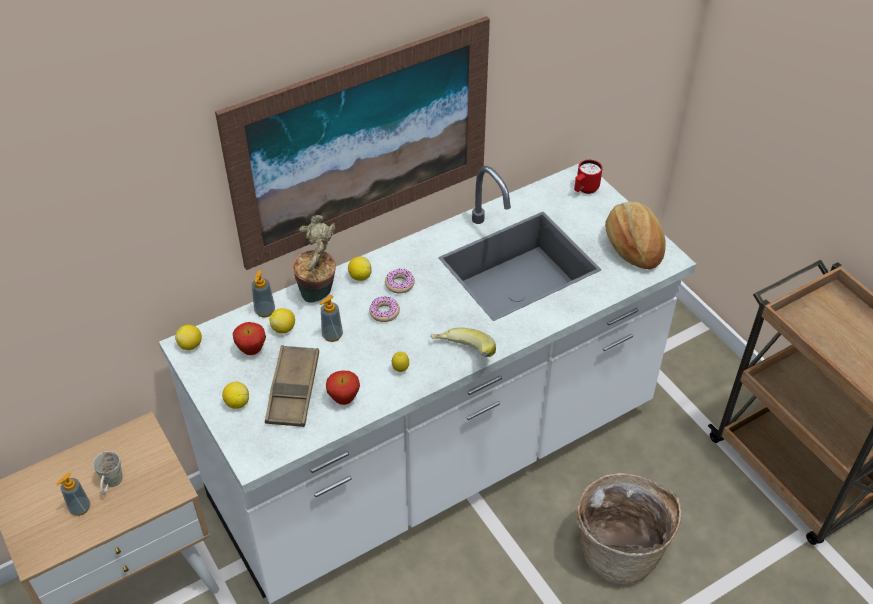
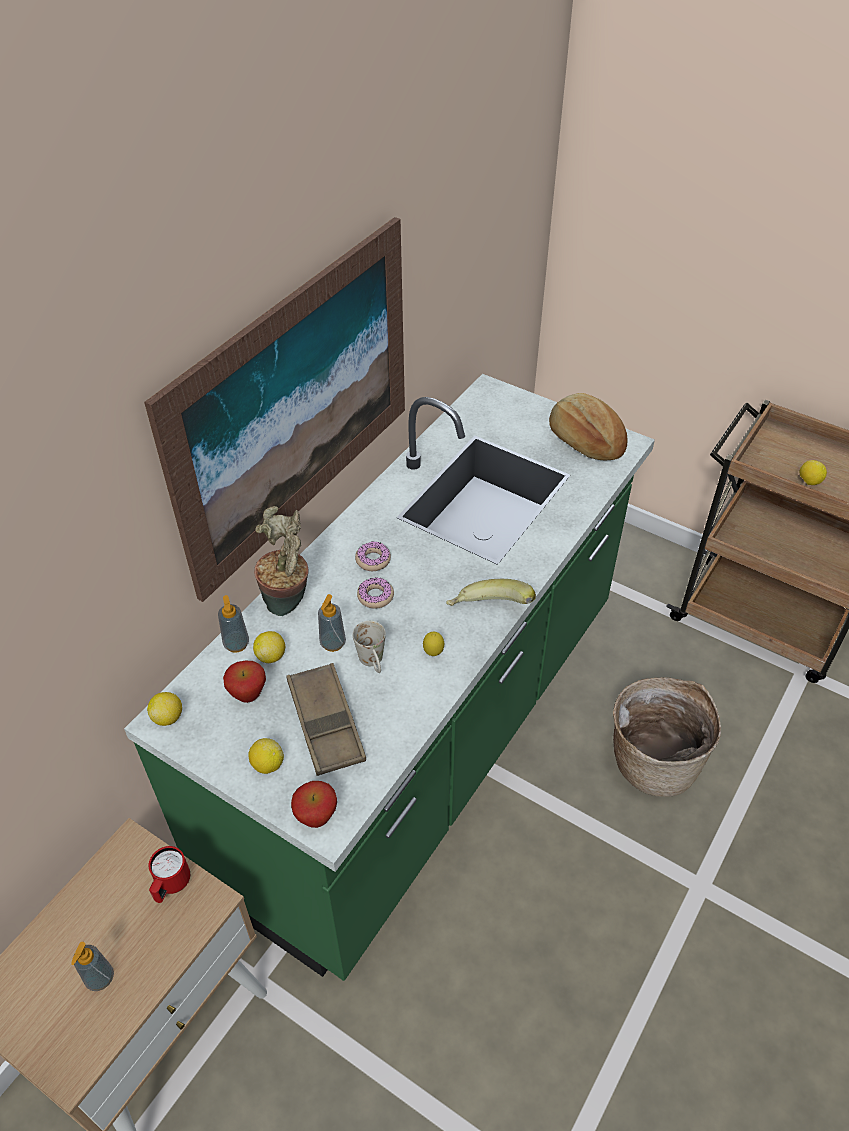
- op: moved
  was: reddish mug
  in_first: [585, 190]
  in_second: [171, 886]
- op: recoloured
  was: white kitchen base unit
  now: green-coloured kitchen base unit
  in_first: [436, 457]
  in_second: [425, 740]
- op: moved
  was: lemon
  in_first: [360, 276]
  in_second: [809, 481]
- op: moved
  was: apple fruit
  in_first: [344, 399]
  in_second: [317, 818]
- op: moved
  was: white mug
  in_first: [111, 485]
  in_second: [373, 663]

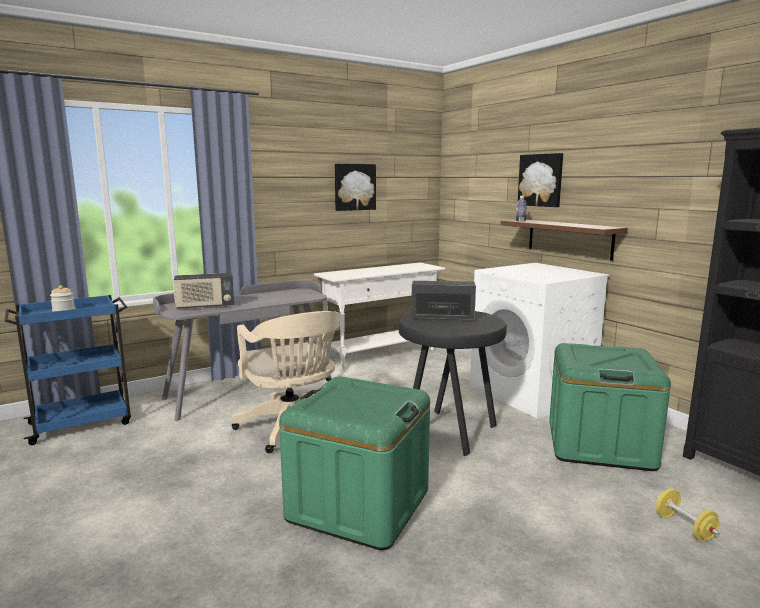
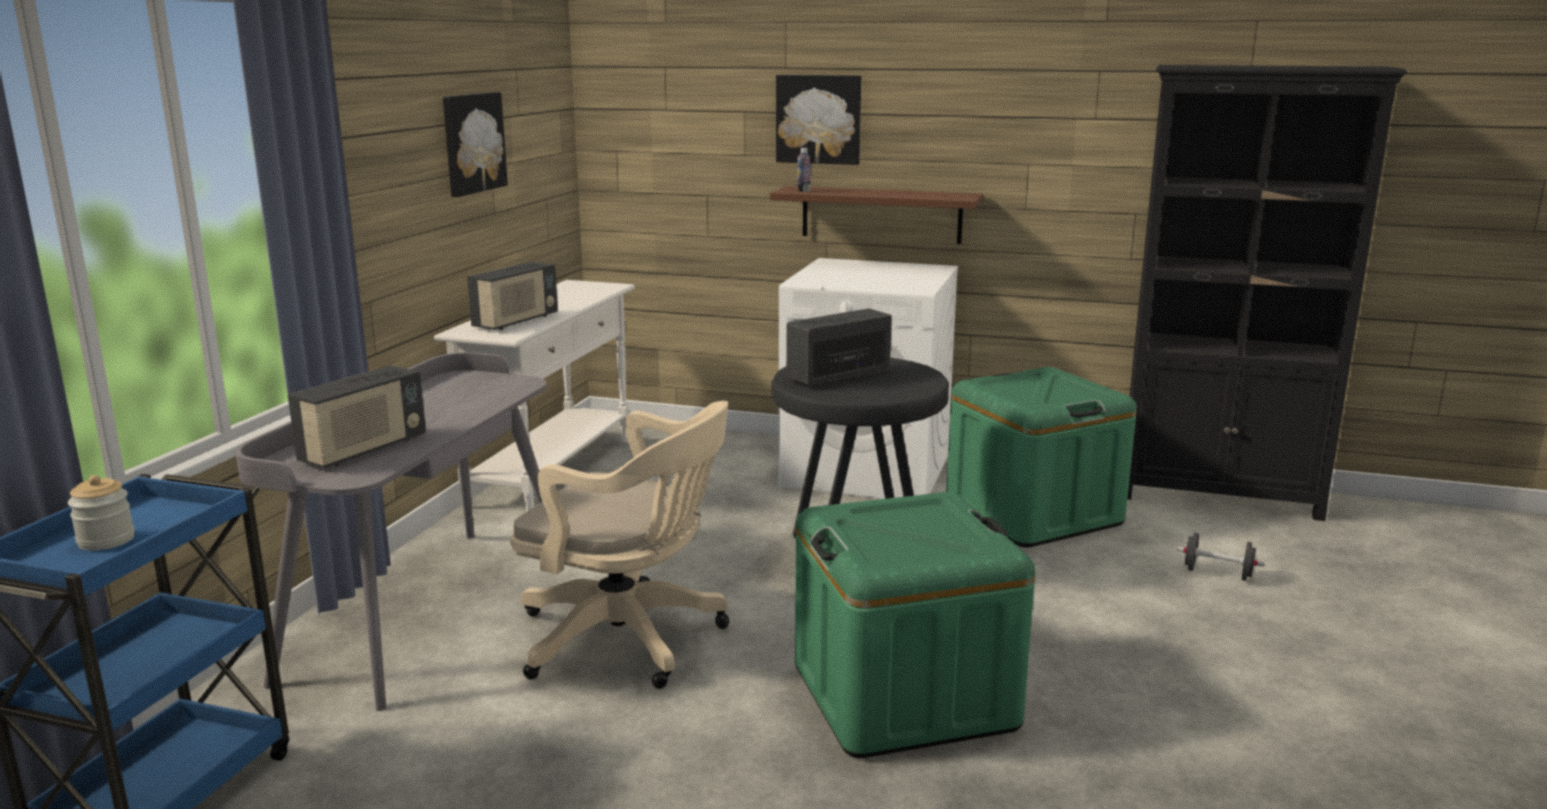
- op: recoloured
  was: yellow-coloured hand weight
  now: black-coloured hand weight
  in_first: [684, 528]
  in_second: [1217, 573]
- op: added
  now: radio
  in_second: [516, 322]

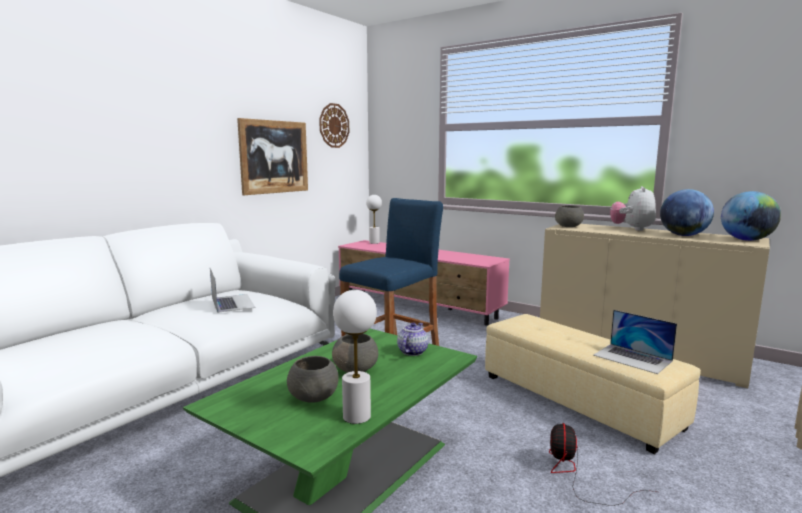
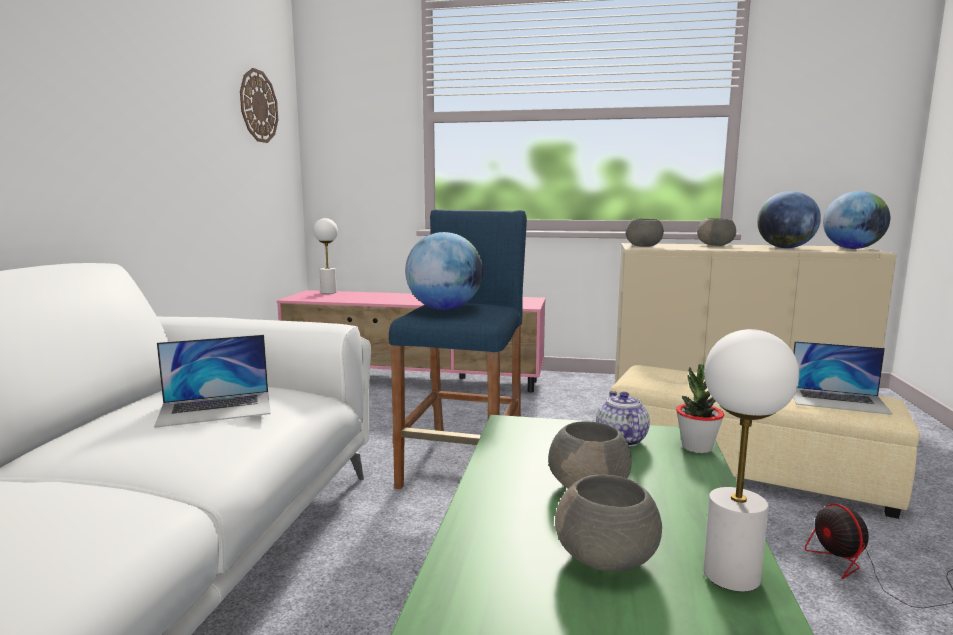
- op: removed
  was: wall art
  in_first: [274, 157]
- op: replaced
  was: plush toy
  now: gray serving bowl
  in_first: [632, 229]
  in_second: [716, 245]
- op: turned
  was: notebook computer
  in_first: [232, 303]
  in_second: [216, 408]
  clockwise: 120
- op: added
  now: world globe
  in_second: [444, 309]
- op: added
  now: potted plant
  in_second: [696, 447]

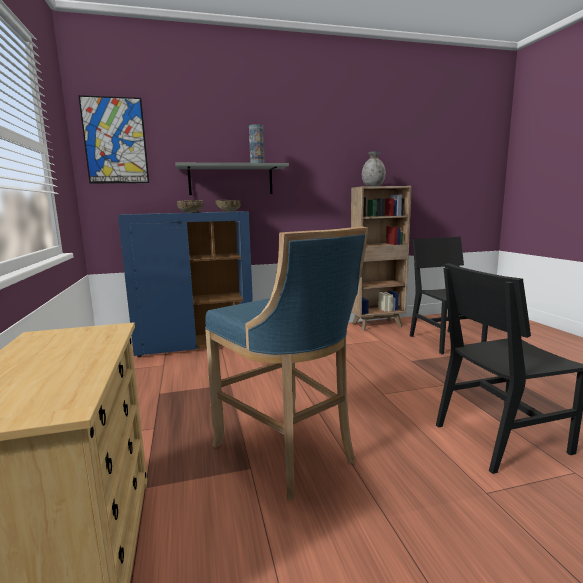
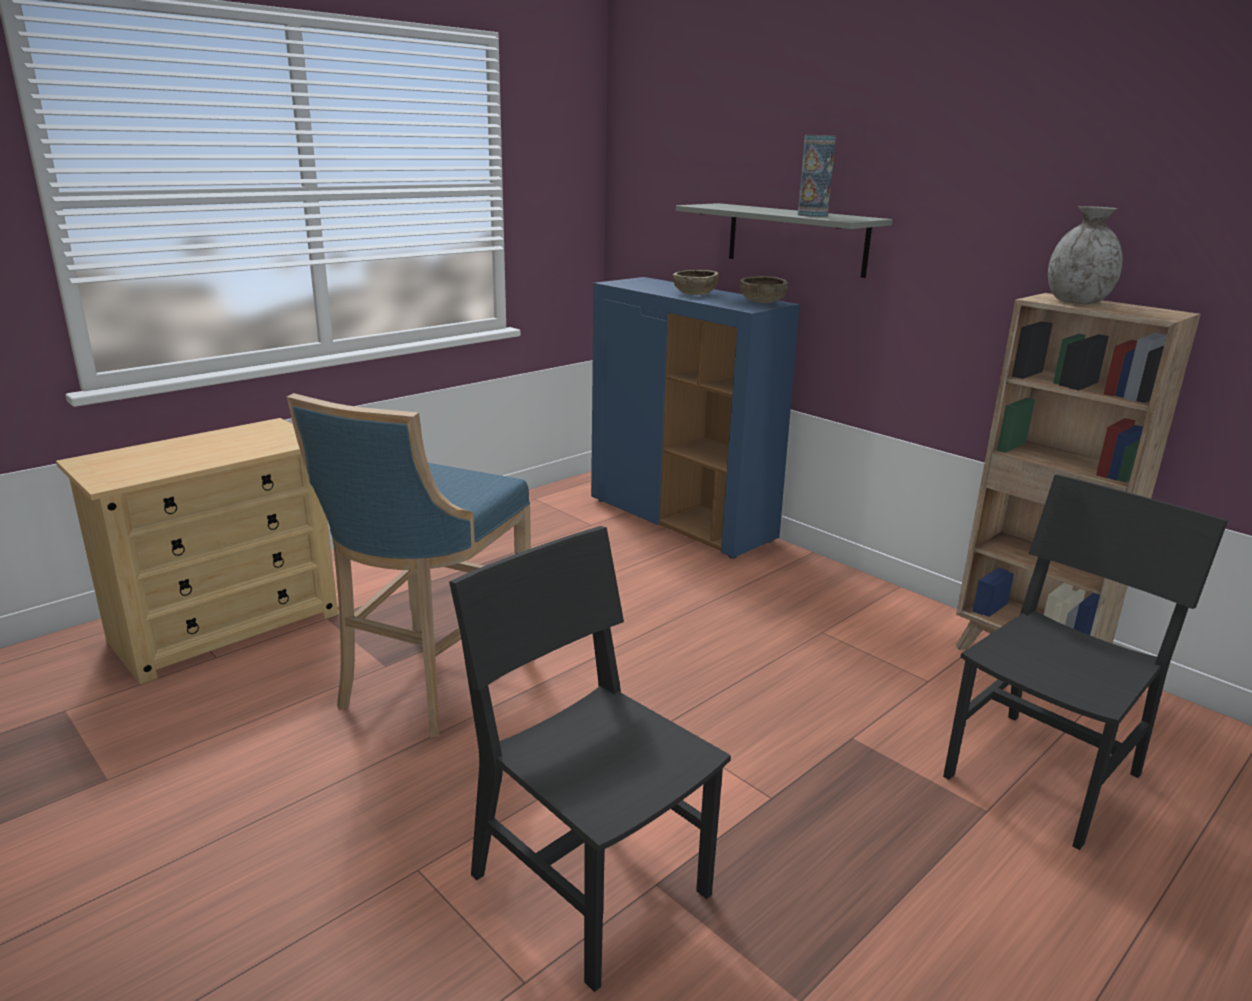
- op: removed
  was: wall art
  in_first: [115, 141]

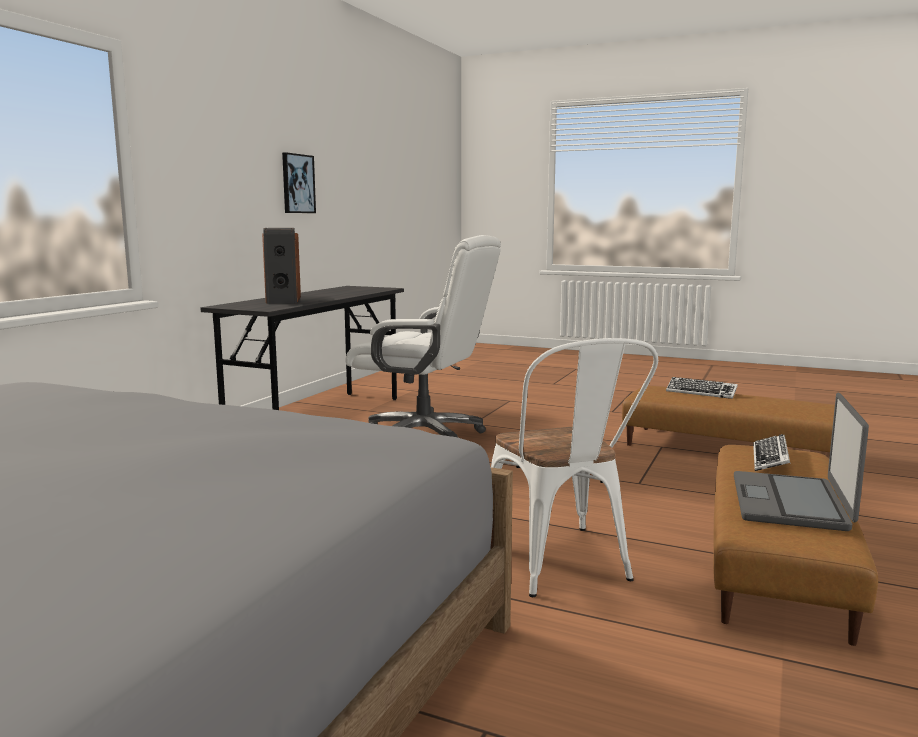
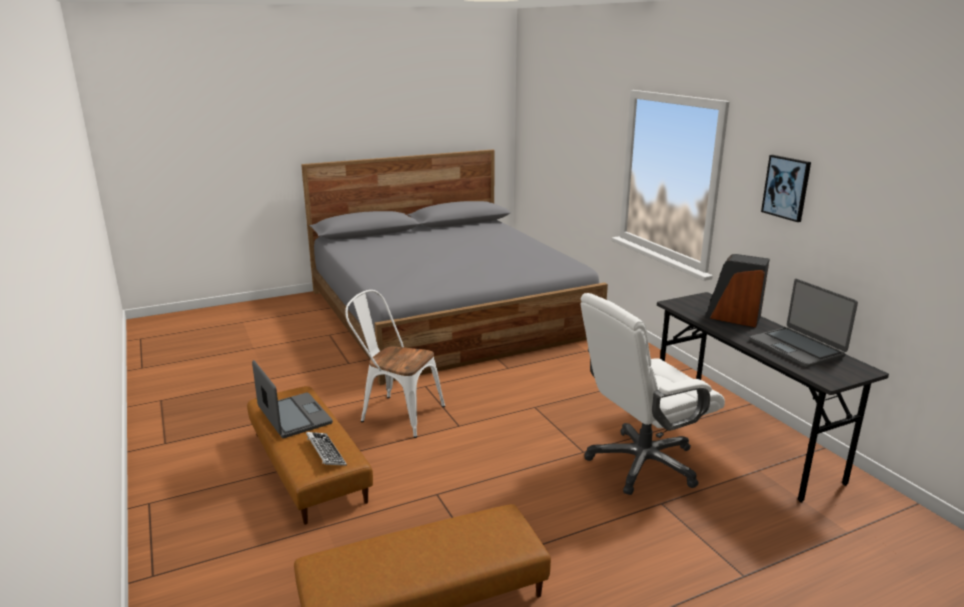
- op: moved
  was: wall art
  in_first: [297, 183]
  in_second: [786, 187]
- op: removed
  was: keyboard
  in_first: [701, 392]
- op: added
  now: notebook computer
  in_second: [797, 348]

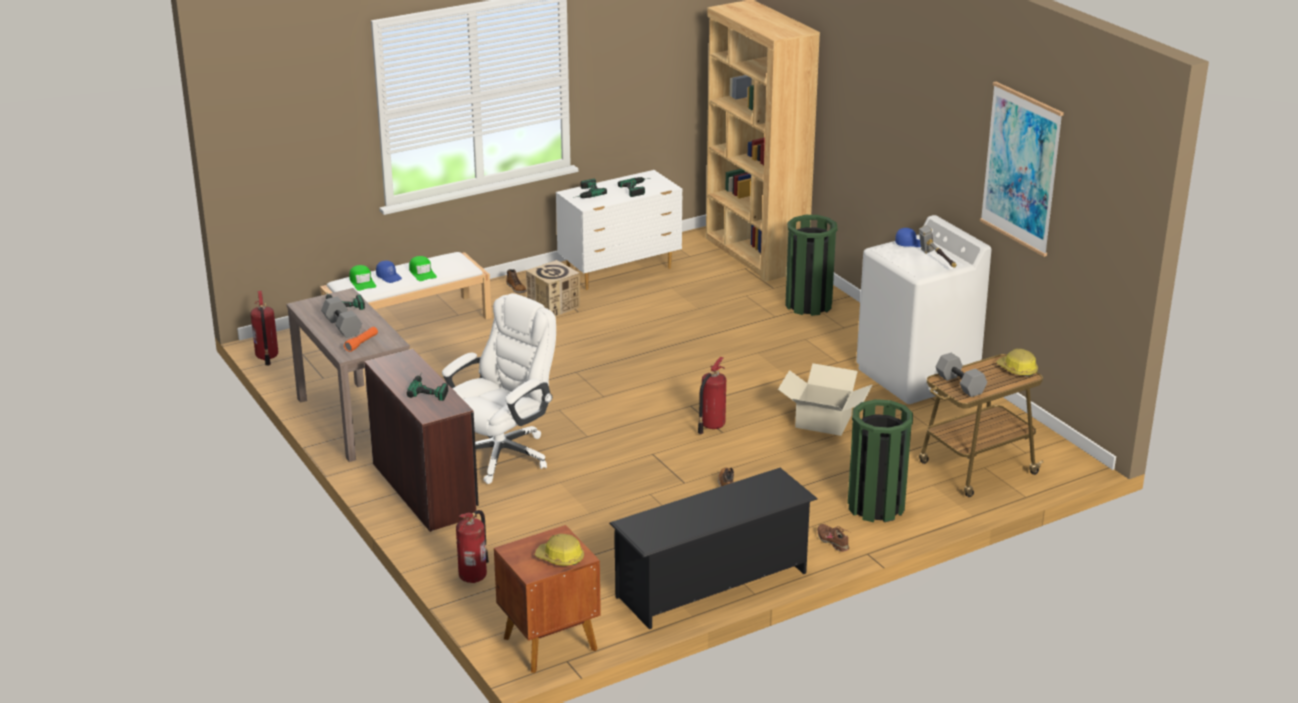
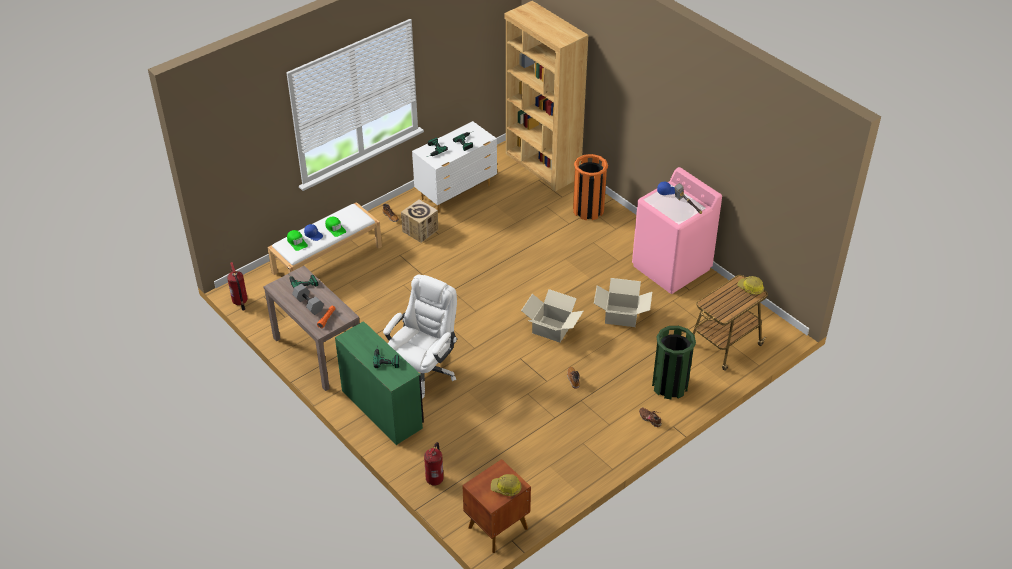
- op: removed
  was: wall art
  in_first: [1021, 168]
- op: recoloured
  was: green-coloured rubbish bin
  now: orange rubbish bin
  in_first: [808, 305]
  in_second: [588, 210]
- op: recoloured
  was: white washing machine
  now: pink-coloured washing machine
  in_first: [917, 376]
  in_second: [671, 267]
- op: recoloured
  was: brown-coloured desk unit
  now: green-coloured desk unit
  in_first: [425, 489]
  in_second: [383, 408]
- op: removed
  was: gray hand weight
  in_first: [959, 384]
- op: replaced
  was: extinguisher
  now: cardboard box
  in_first: [711, 426]
  in_second: [551, 328]
- op: removed
  was: black-coloured shoe rack
  in_first: [712, 585]

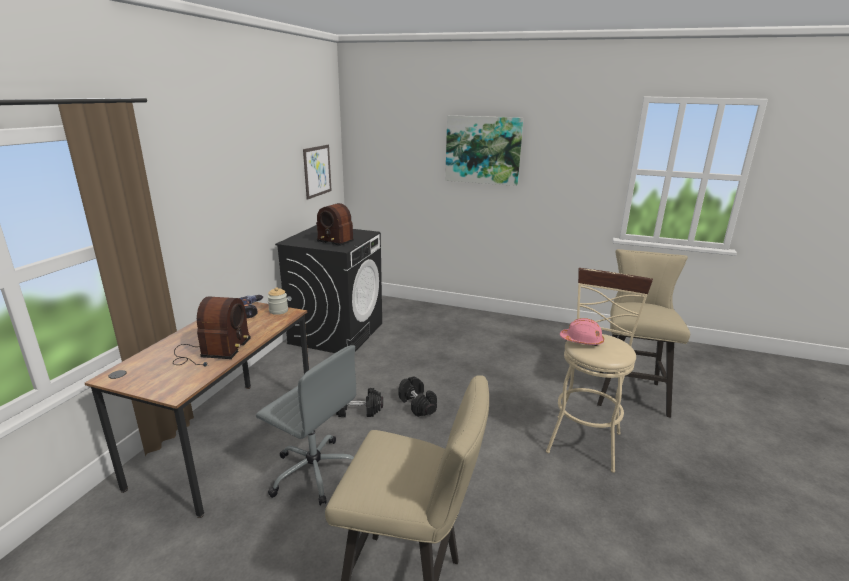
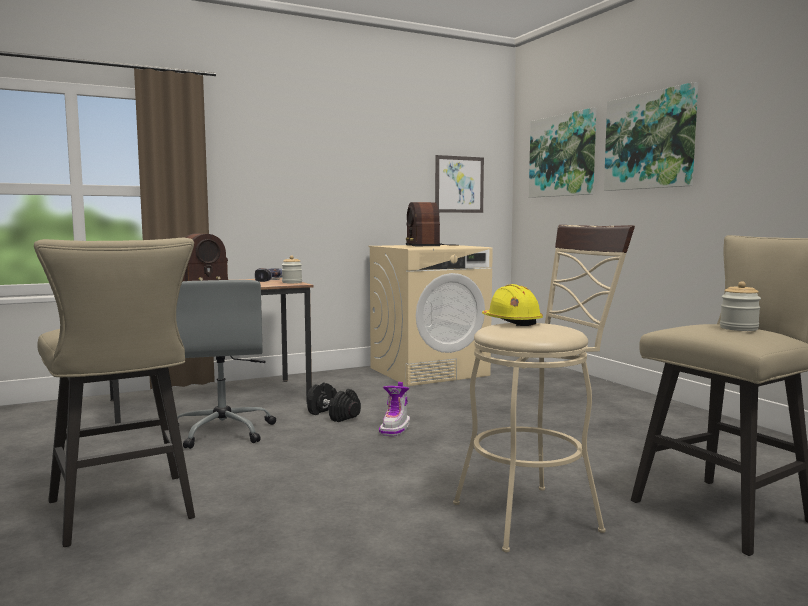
- op: recoloured
  was: black-coloured washing machine
  now: beige-coloured washing machine
  in_first: [337, 333]
  in_second: [429, 371]
- op: recoloured
  was: pink-coloured hard hat
  now: yellow-coloured hard hat
  in_first: [581, 341]
  in_second: [512, 322]
- op: replaced
  was: black-coloured hand weight
  now: high-top boot
  in_first: [417, 405]
  in_second: [395, 428]
- op: added
  now: wall art
  in_second: [562, 155]
- op: added
  now: jar
  in_second: [738, 328]

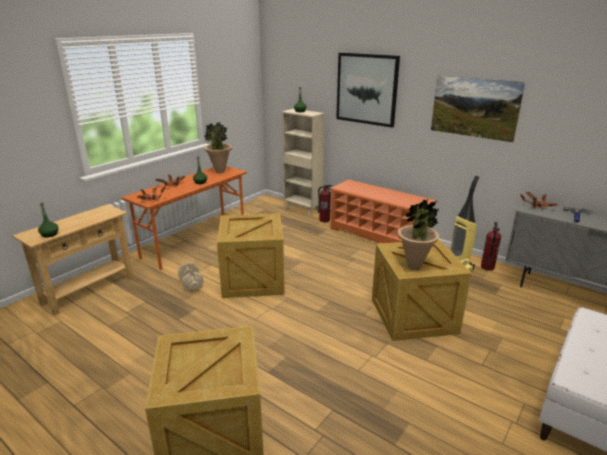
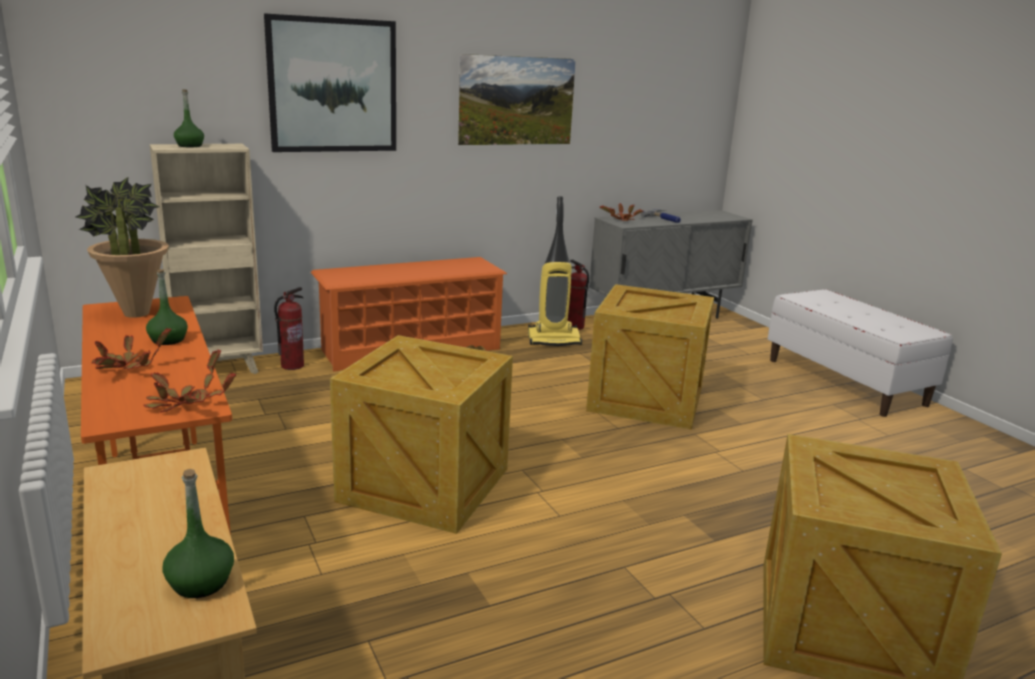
- op: removed
  was: potted plant
  in_first: [414, 266]
- op: removed
  was: beige-coloured hand weight
  in_first: [191, 283]

